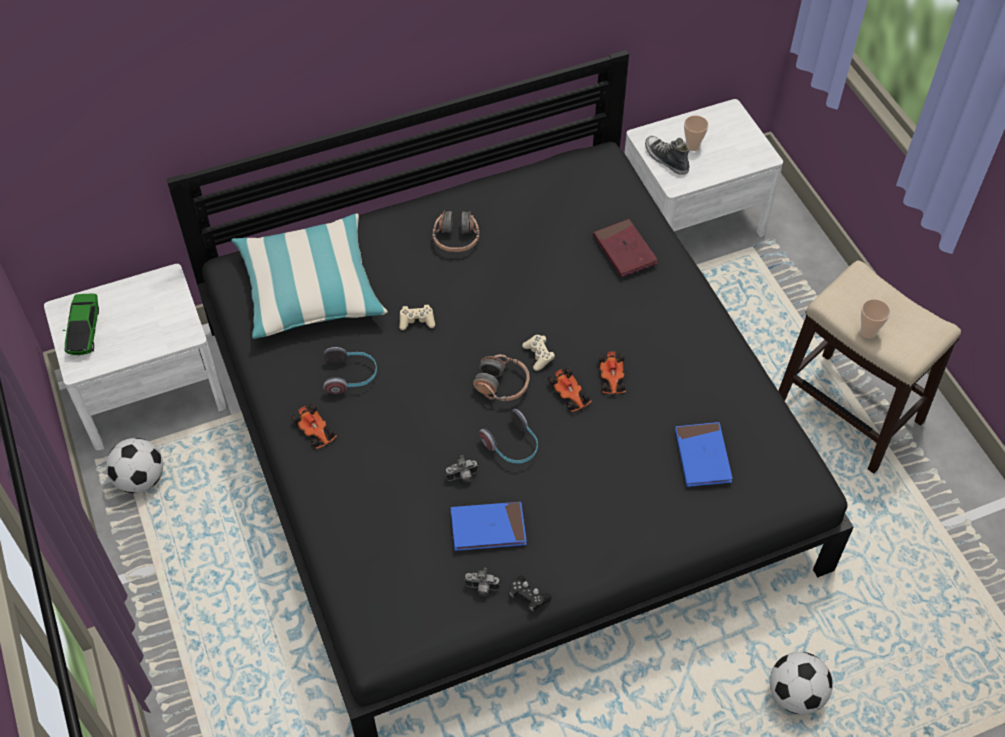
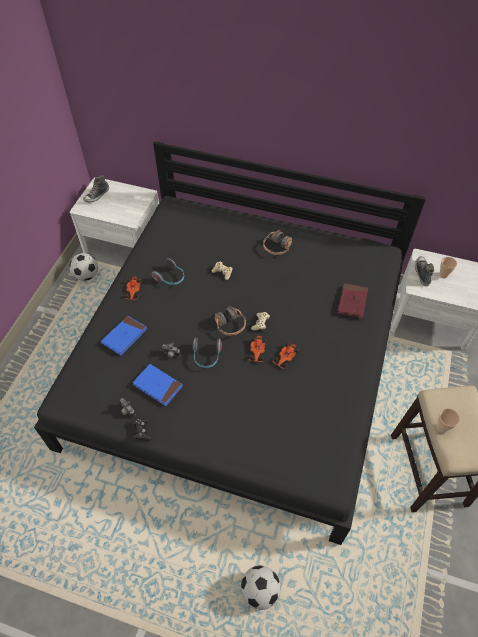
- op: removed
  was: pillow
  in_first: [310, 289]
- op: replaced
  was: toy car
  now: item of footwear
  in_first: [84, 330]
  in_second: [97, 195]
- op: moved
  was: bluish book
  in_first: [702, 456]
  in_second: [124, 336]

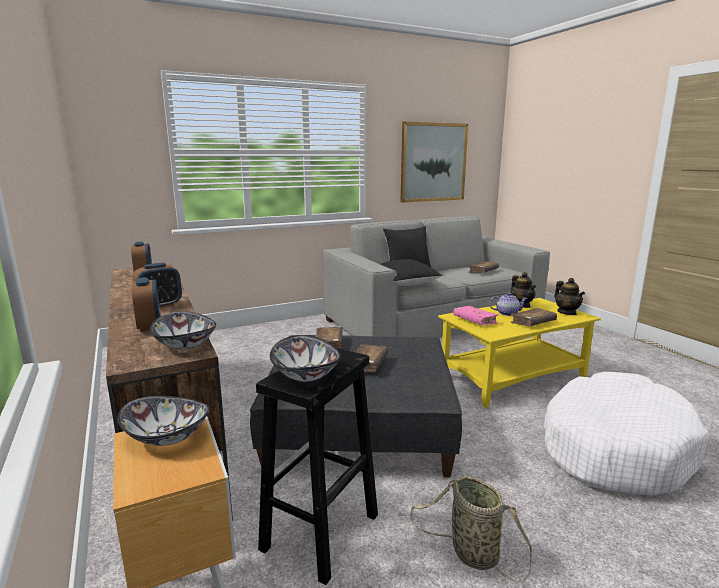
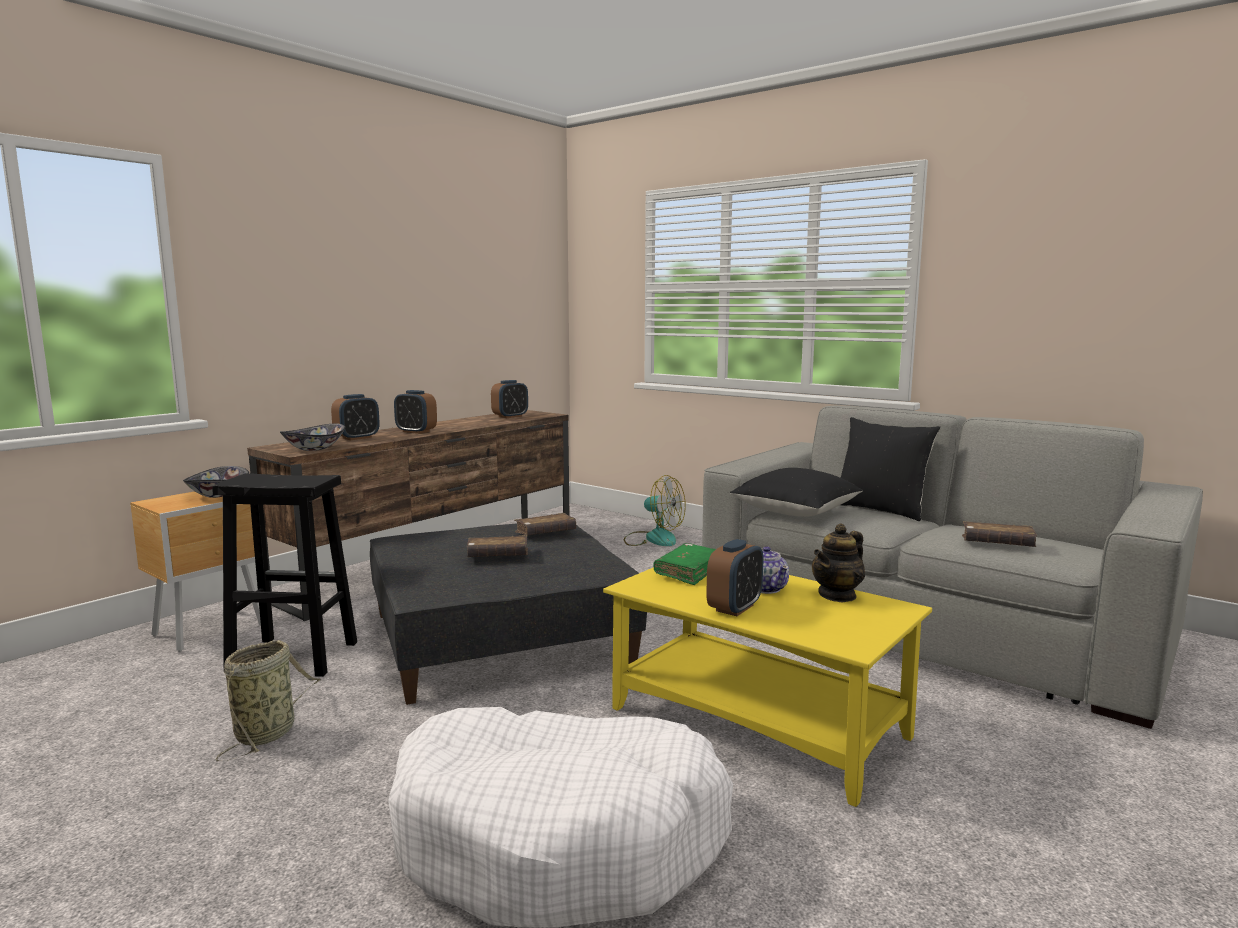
- op: removed
  was: wall art
  in_first: [433, 162]
- op: removed
  was: teapot
  in_first: [567, 312]
- op: recoloured
  was: pink-coloured book
  now: green-coloured book
  in_first: [474, 321]
  in_second: [688, 572]
- op: replaced
  was: brown-coloured book
  now: bedside clock
  in_first: [533, 323]
  in_second: [734, 608]
- op: removed
  was: serving bowl
  in_first: [305, 375]
- op: added
  now: fan
  in_second: [653, 538]

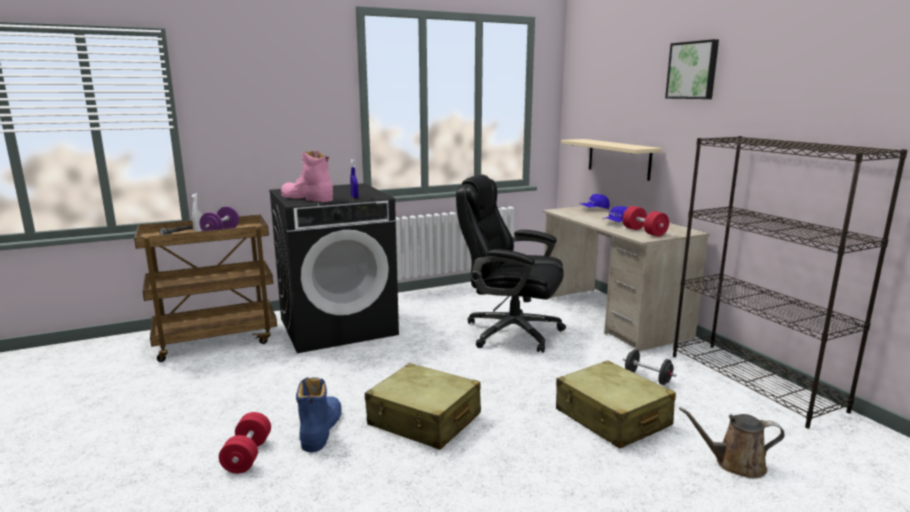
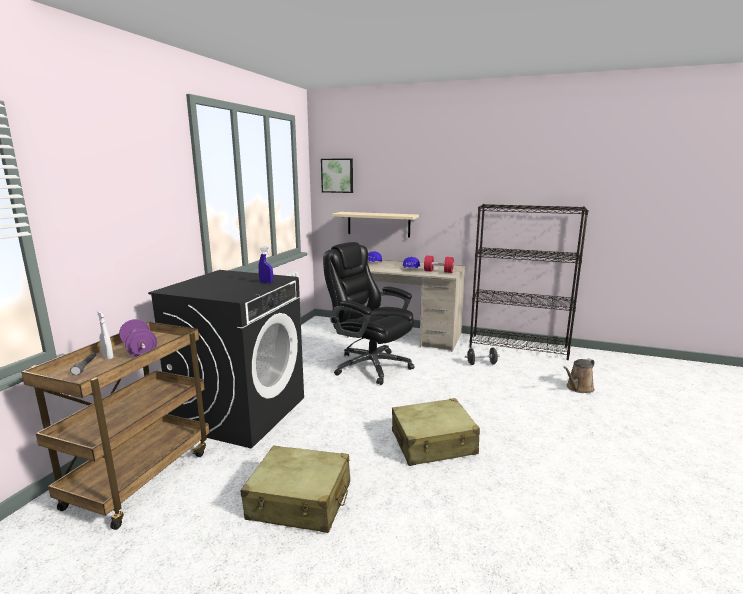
- op: moved
  was: wall art
  in_first: [693, 70]
  in_second: [337, 175]
- op: removed
  was: pink-coloured high-top boot
  in_first: [307, 198]
- op: turned
  was: black-coloured desk chair
  in_first: [510, 332]
  in_second: [370, 366]
  clockwise: 60
- op: moved
  was: beige-coloured suitcase
  in_first: [612, 418]
  in_second: [300, 501]
- op: removed
  was: bluish high-top boot
  in_first: [321, 429]
- op: removed
  was: reddish hand weight
  in_first: [247, 455]

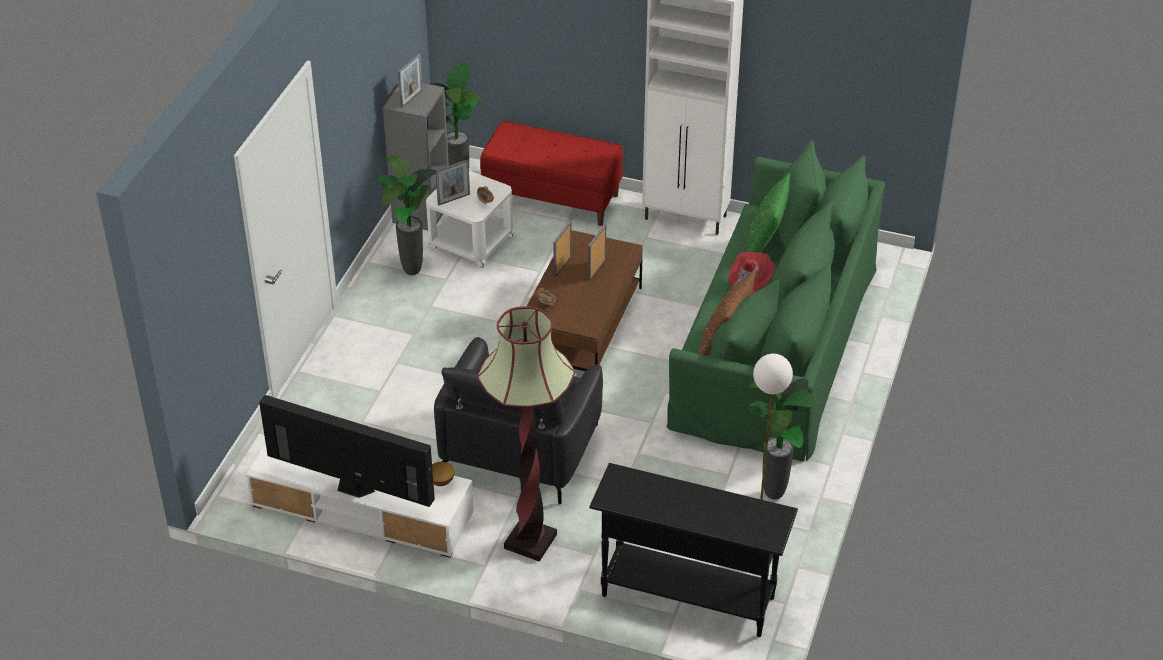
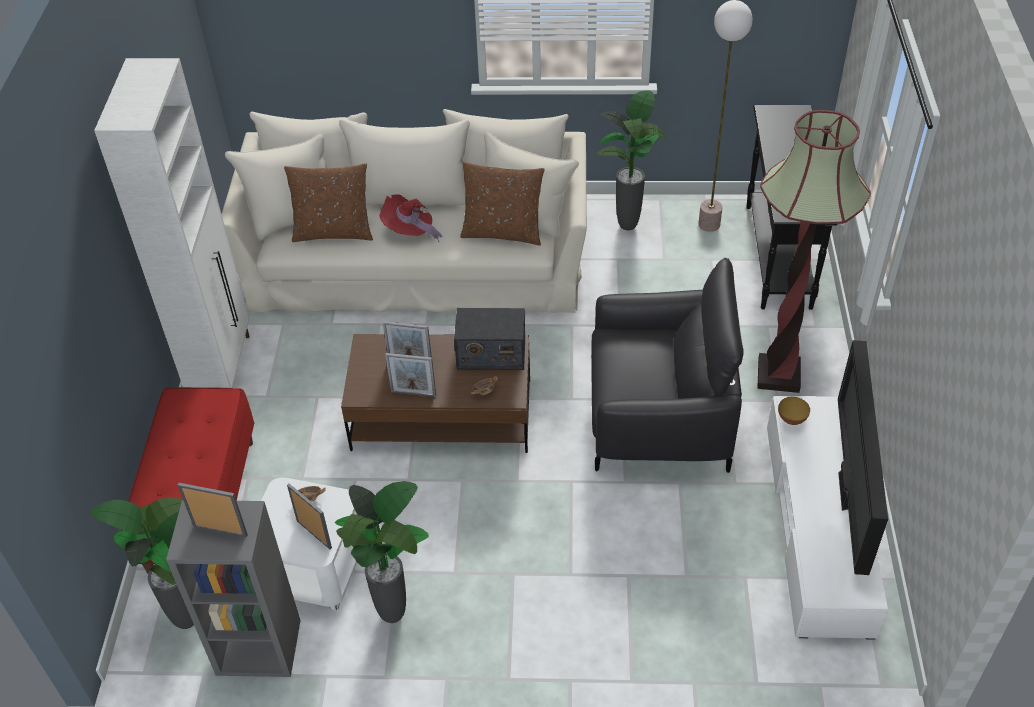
- op: recoloured
  was: green-coloured couch
  now: beige-coloured couch
  in_first: [774, 342]
  in_second: [418, 261]
- op: recoloured
  was: green-coloured pillow
  now: brown-coloured pillow
  in_first: [765, 244]
  in_second: [334, 232]
- op: added
  now: radio
  in_second: [490, 354]

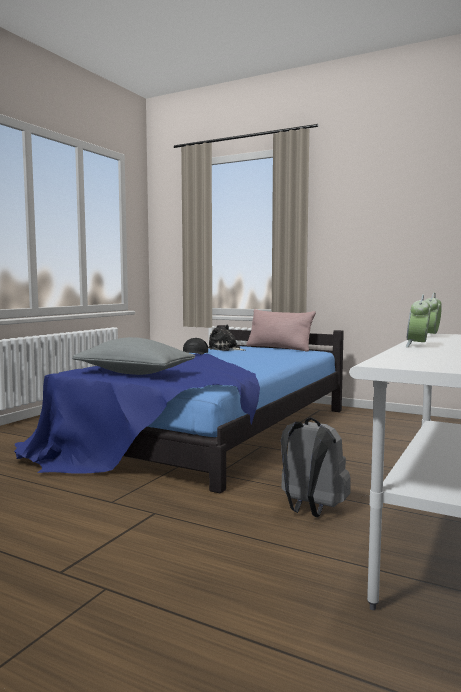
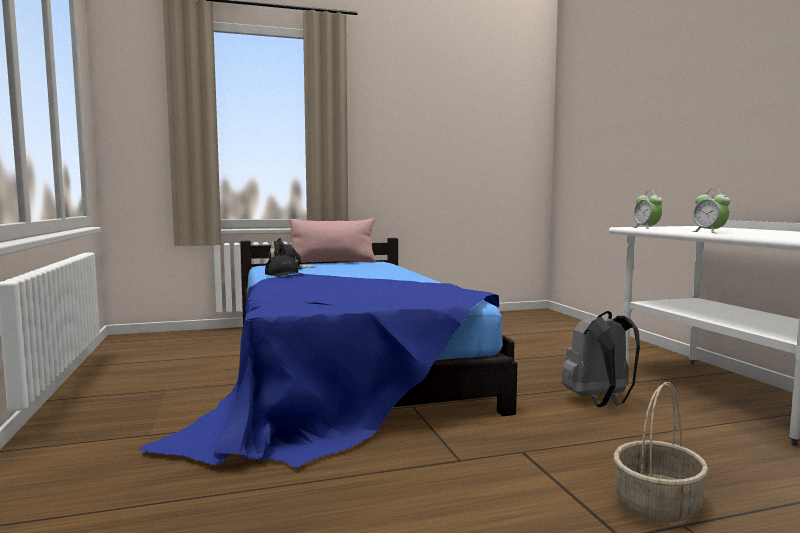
- op: removed
  was: gray pillow
  in_first: [134, 373]
- op: added
  now: basket
  in_second: [657, 505]

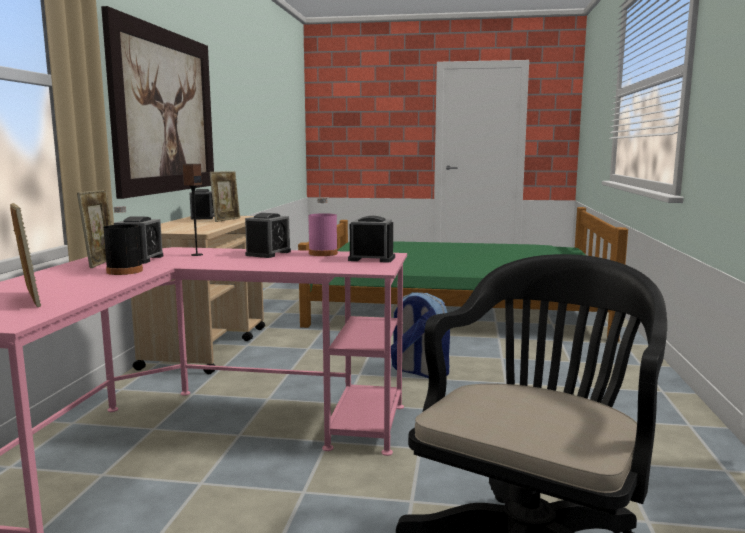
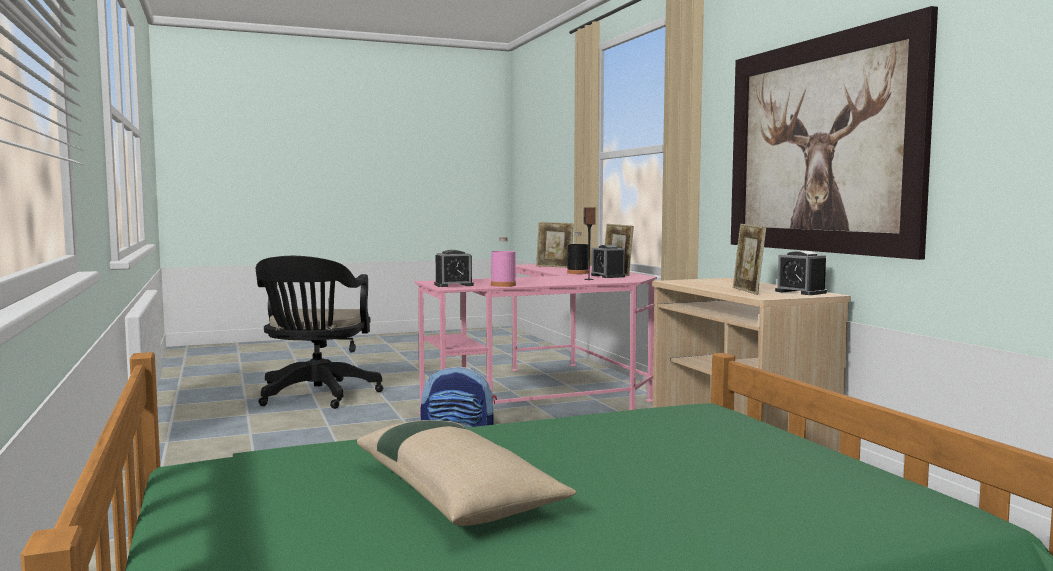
- op: removed
  was: bedside clock
  in_first: [268, 253]
- op: added
  now: beige-coloured pillow
  in_second: [456, 490]

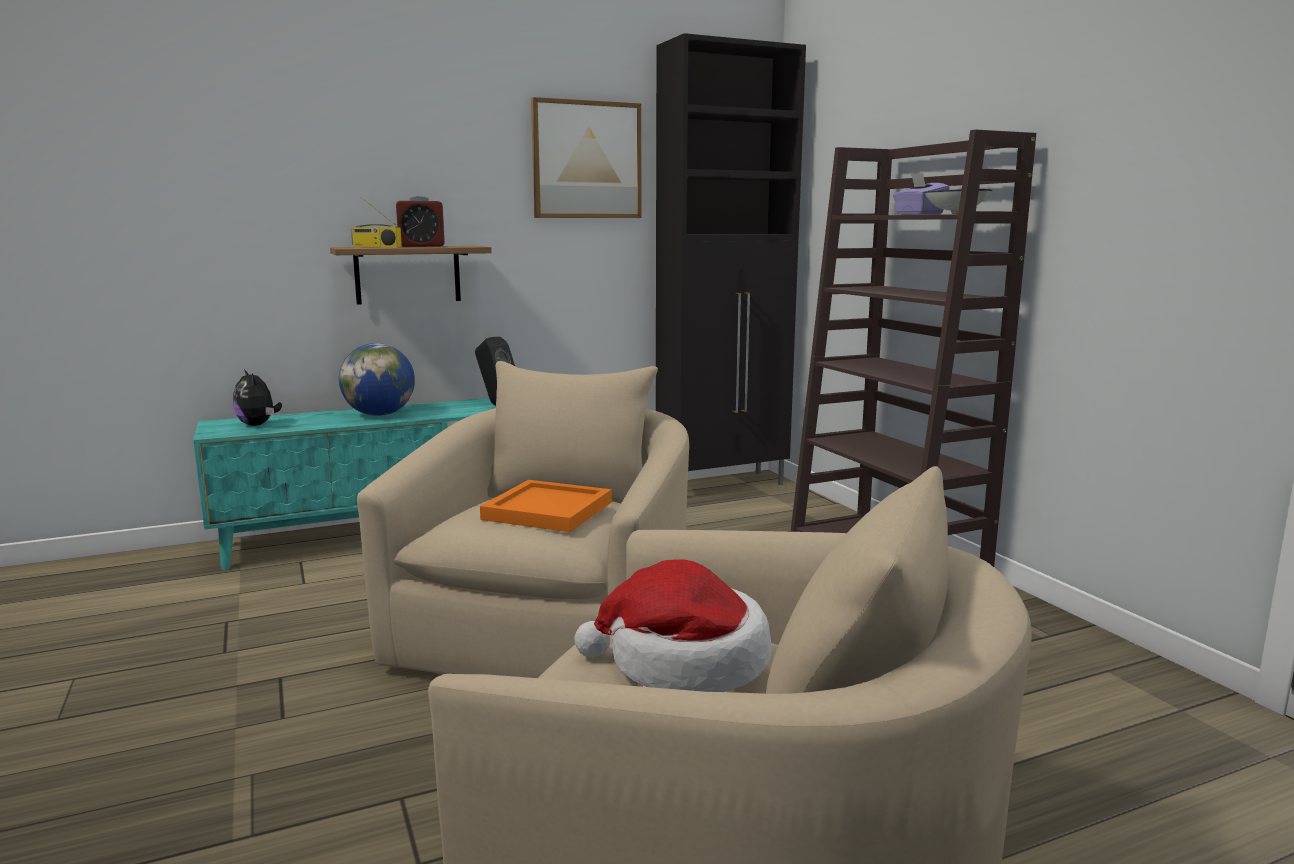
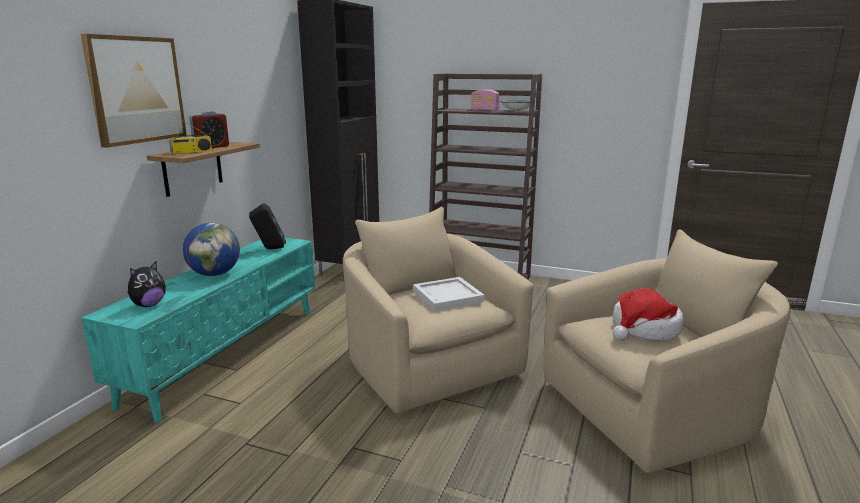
- op: moved
  was: wall art
  in_first: [586, 160]
  in_second: [136, 90]
- op: replaced
  was: purplish tissue holder
  now: radio
  in_first: [918, 214]
  in_second: [484, 110]
- op: turned
  was: plush toy
  in_first: [258, 425]
  in_second: [148, 305]
  clockwise: -60
- op: recoloured
  was: orange tray
  now: white tray
  in_first: [548, 511]
  in_second: [449, 296]

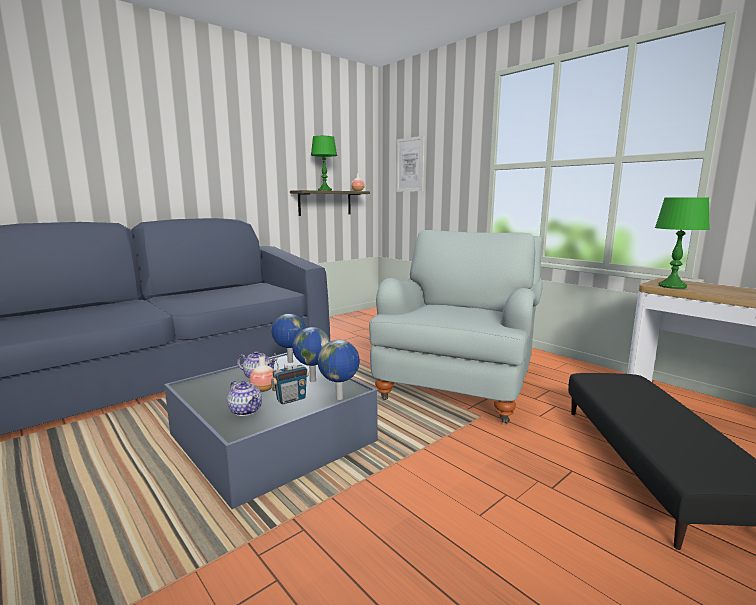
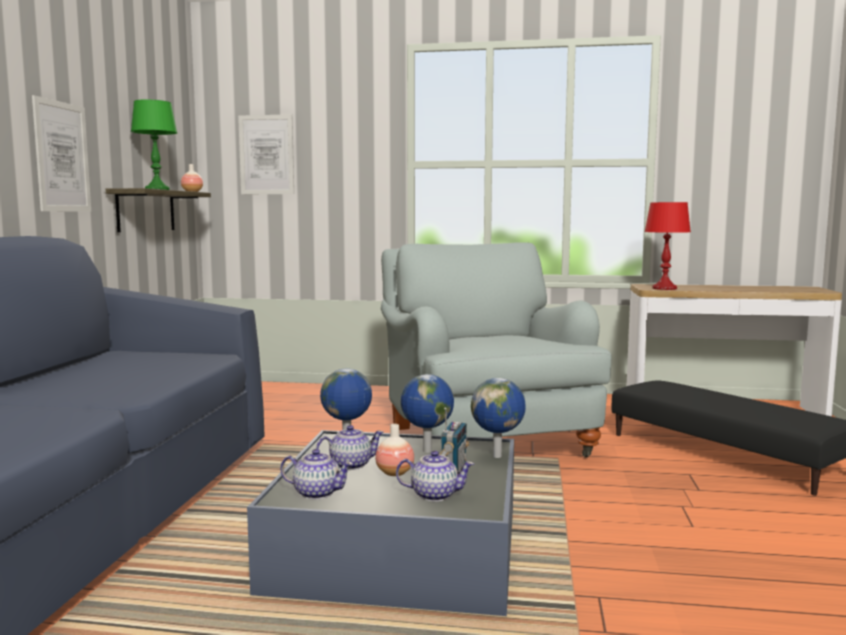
- op: recoloured
  was: green-coloured table lamp
  now: reddish table lamp
  in_first: [672, 286]
  in_second: [664, 288]
- op: added
  now: wall art
  in_second: [62, 157]
- op: added
  now: teapot
  in_second: [316, 493]

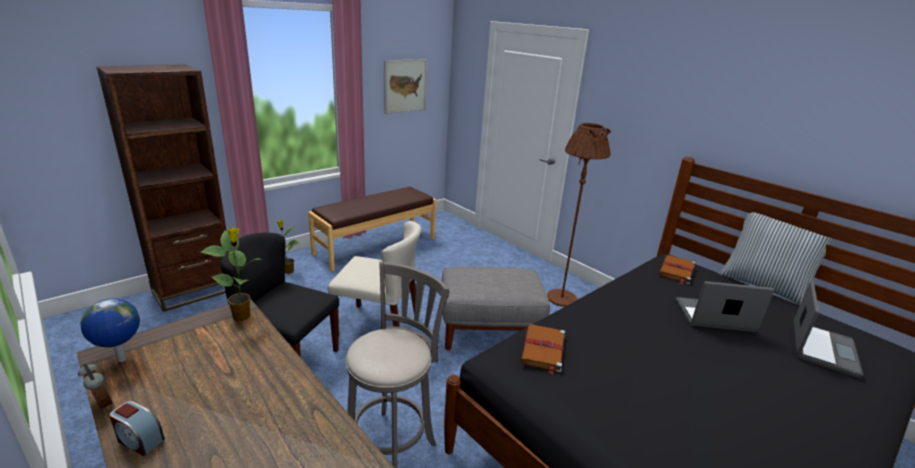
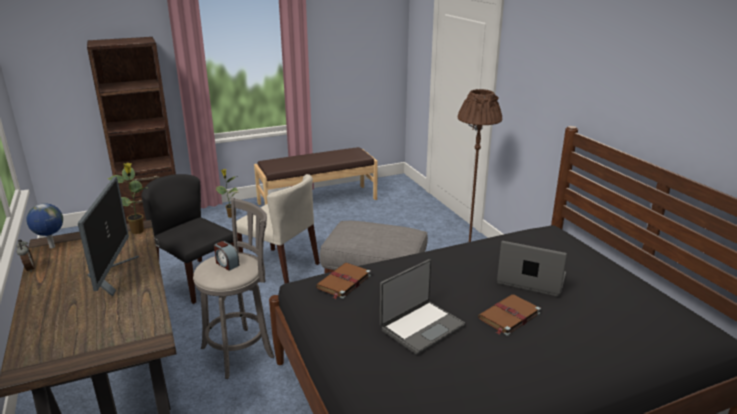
- op: removed
  was: wall art
  in_first: [405, 86]
- op: removed
  was: pillow
  in_first: [763, 286]
- op: moved
  was: brown-coloured book
  in_first: [676, 271]
  in_second: [508, 316]
- op: moved
  was: notebook computer
  in_first: [821, 348]
  in_second: [421, 327]
- op: moved
  was: bedside clock
  in_first: [139, 440]
  in_second: [227, 264]
- op: added
  now: computer display
  in_second: [111, 275]

